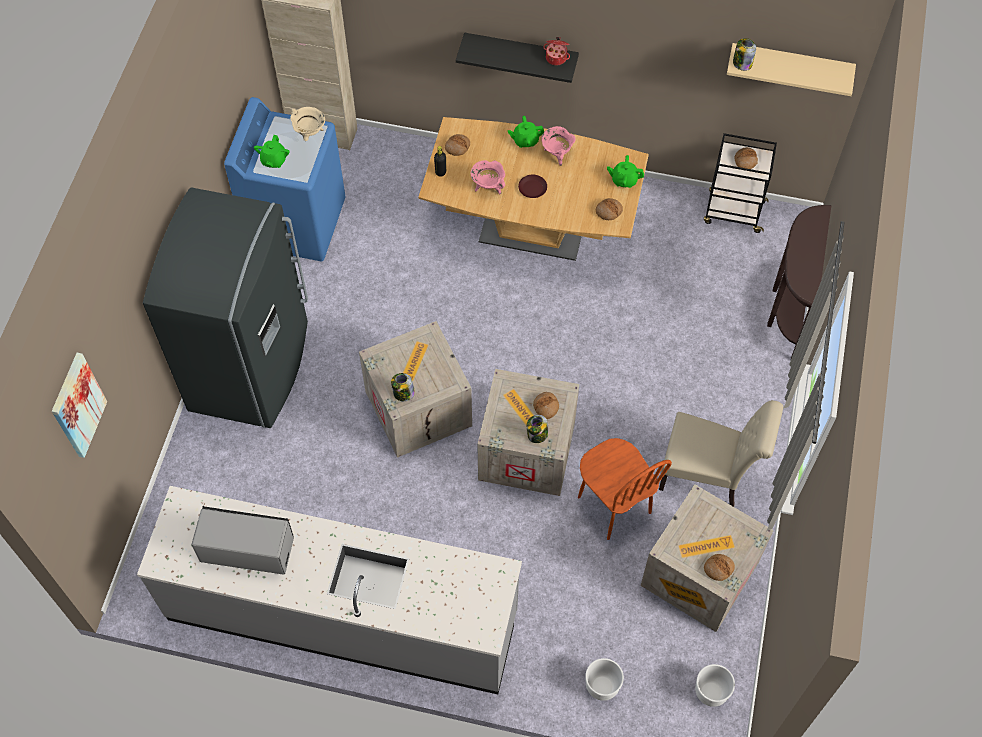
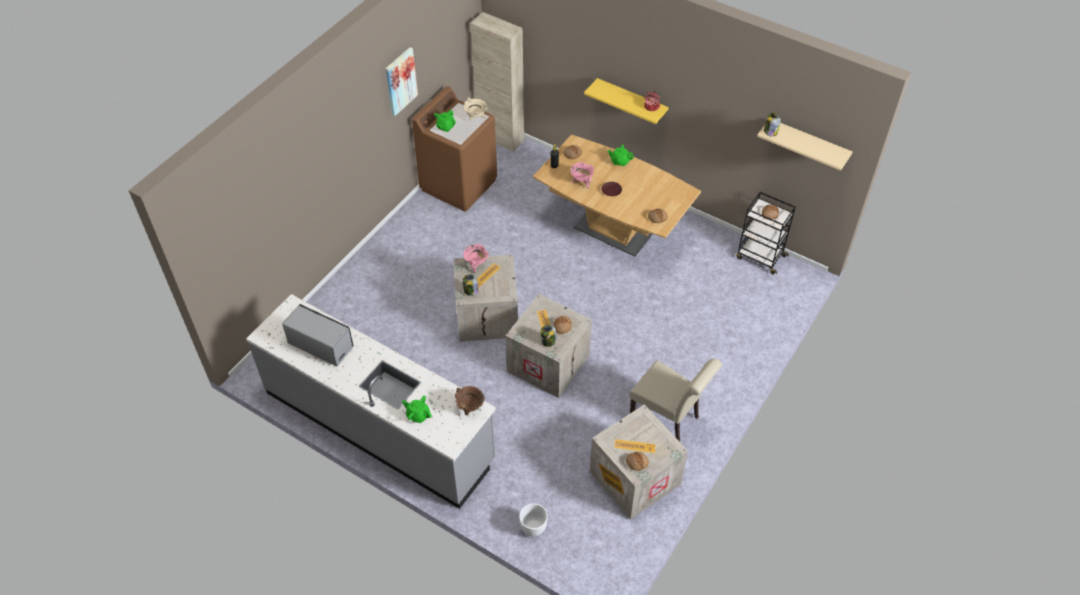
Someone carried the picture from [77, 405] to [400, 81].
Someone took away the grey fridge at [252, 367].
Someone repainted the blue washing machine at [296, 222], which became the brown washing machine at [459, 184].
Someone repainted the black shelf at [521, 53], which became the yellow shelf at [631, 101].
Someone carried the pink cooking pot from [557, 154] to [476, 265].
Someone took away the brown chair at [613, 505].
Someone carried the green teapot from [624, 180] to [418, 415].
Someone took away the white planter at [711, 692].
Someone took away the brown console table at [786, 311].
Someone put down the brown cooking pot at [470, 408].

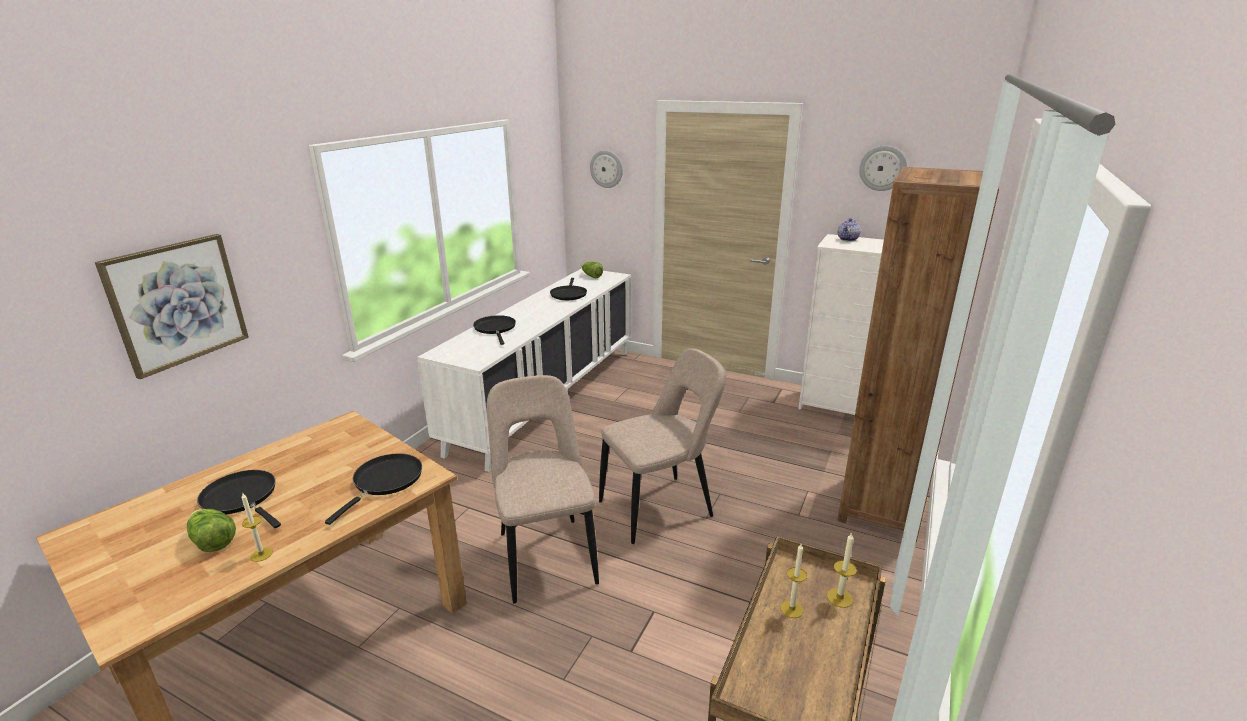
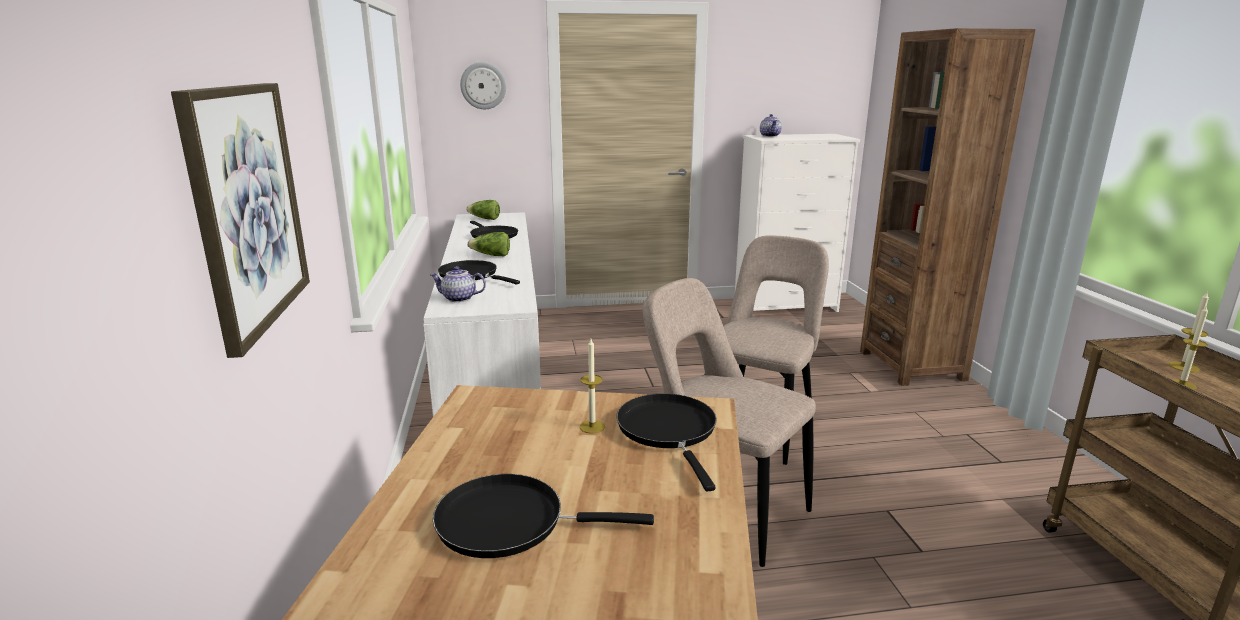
Someone carried the lettuce from [212, 541] to [491, 255].
Someone carried the candle from [261, 554] to [592, 426].
Someone took away the wall clock at [882, 168].
Someone put down the teapot at [458, 299].

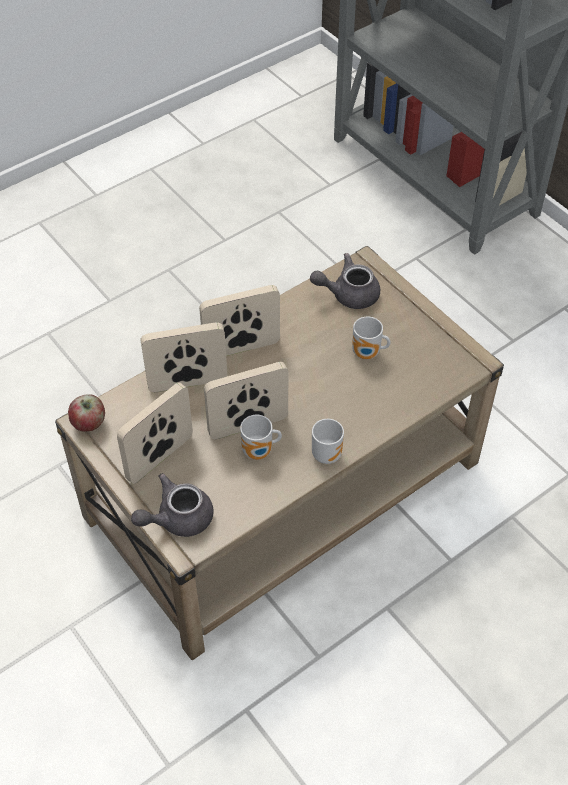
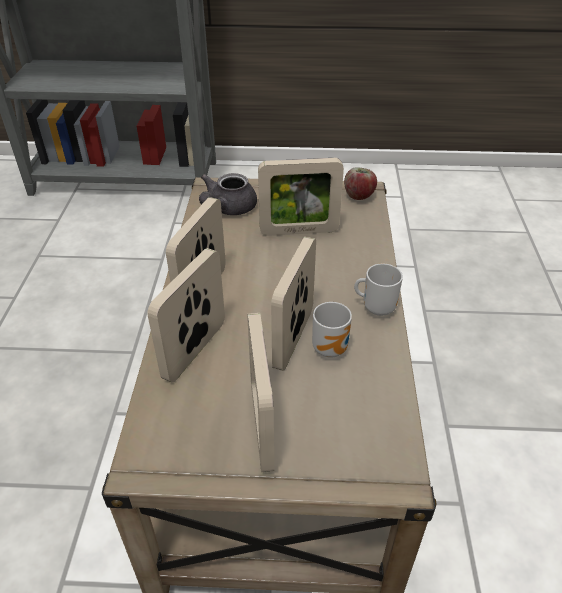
Someone carried the apple from [89, 423] to [359, 196].
Someone took away the grey teapot at [177, 518].
Someone swapped the mug at [367, 354] for the picture frame at [299, 231].

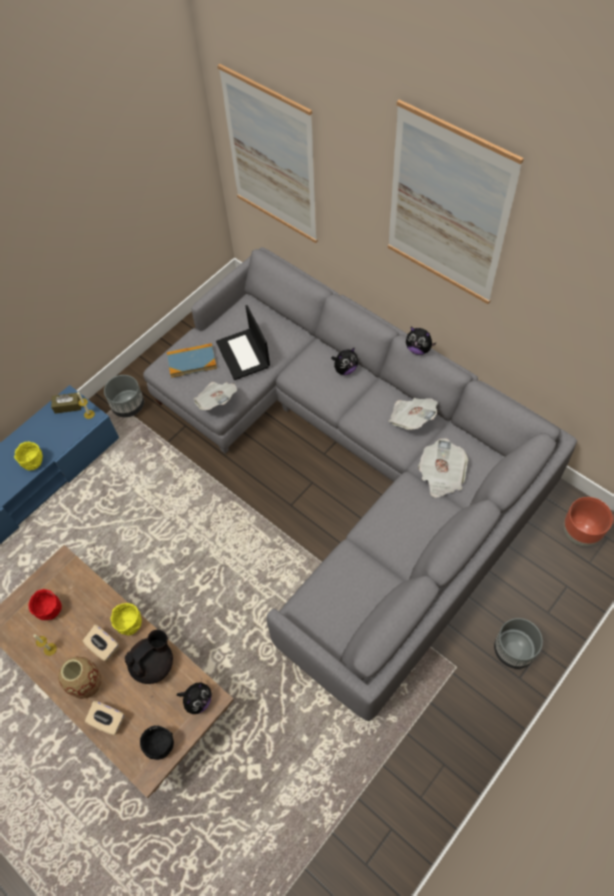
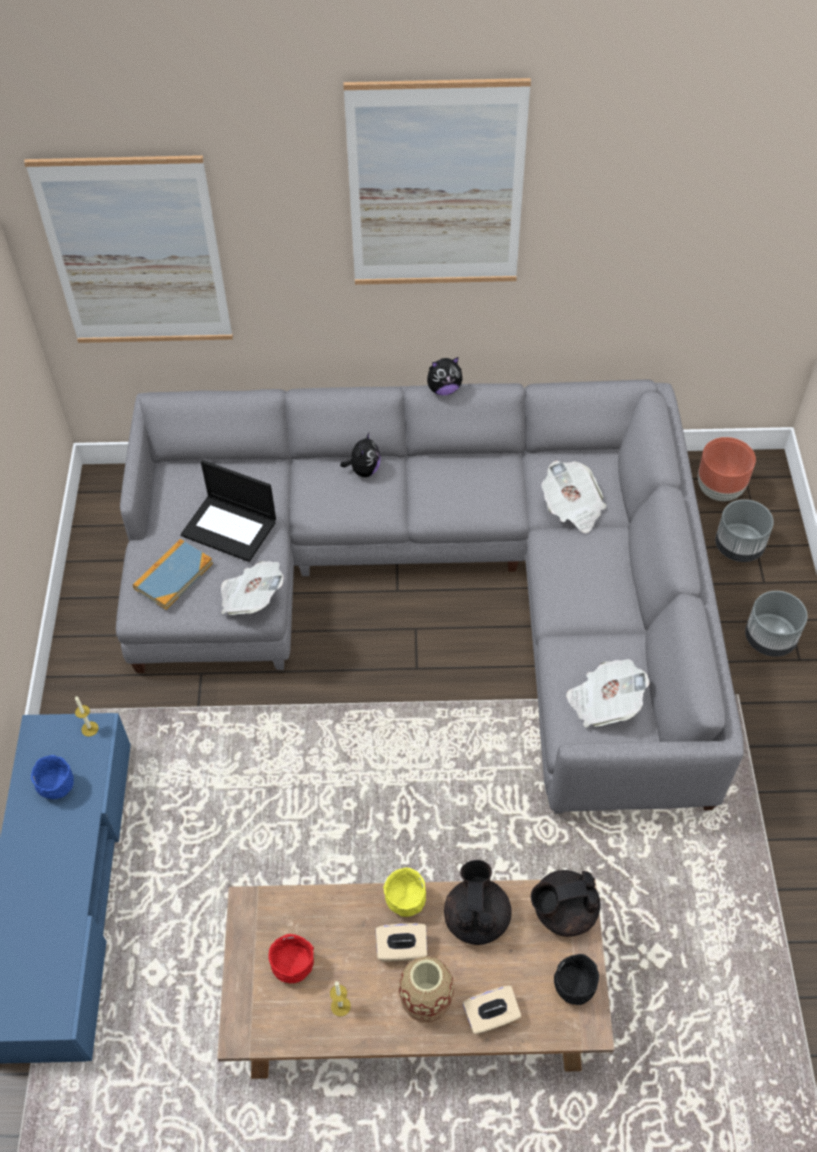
Someone took away the yellow bowl at [34, 462].
Someone took away the brown tissue box at [68, 406].
Someone carried the grey planter from [128, 406] to [738, 547].
Someone swapped the plush toy at [198, 700] for the black teapot at [563, 911].
Someone carried the newspaper from [411, 418] to [604, 703].
Someone put down the blue bowl at [57, 789].

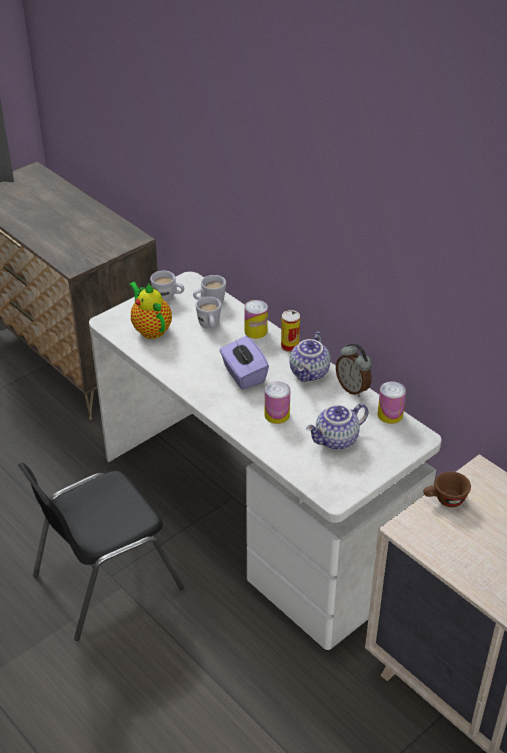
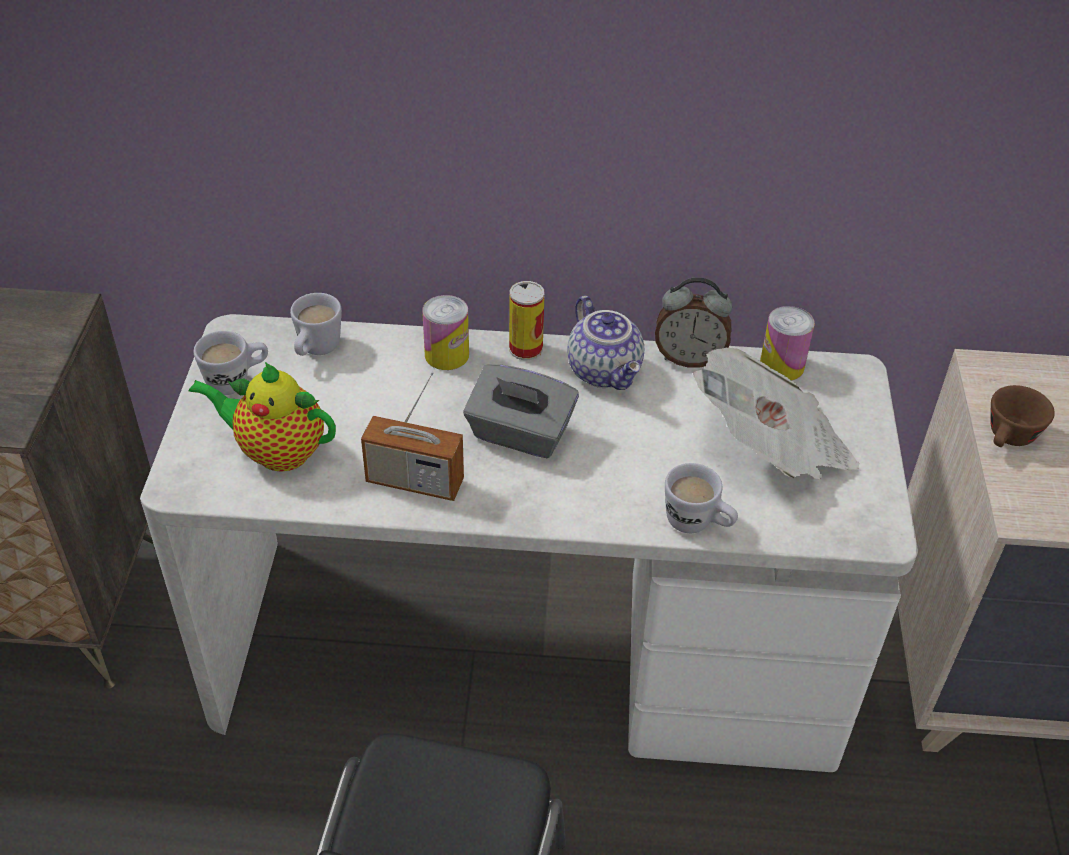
Someone carried the white mug from [210, 326] to [697, 524].
Someone repainted the purple tissue box at [243, 375], which became the grey tissue box at [520, 434].
Someone took away the can at [277, 415].
Someone swapped the teapot at [336, 440] for the newspaper at [771, 448].
Someone put down the radio at [415, 481].

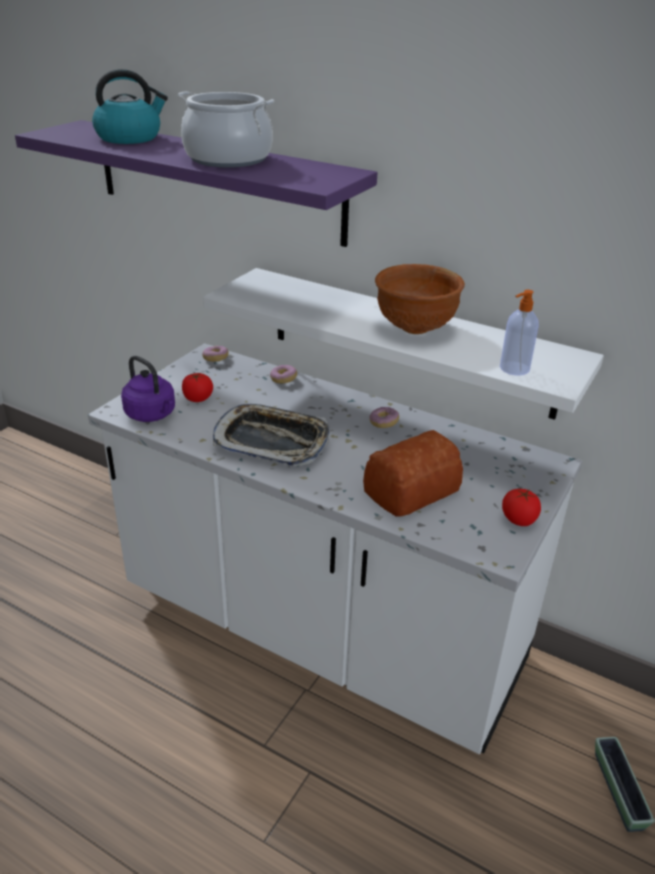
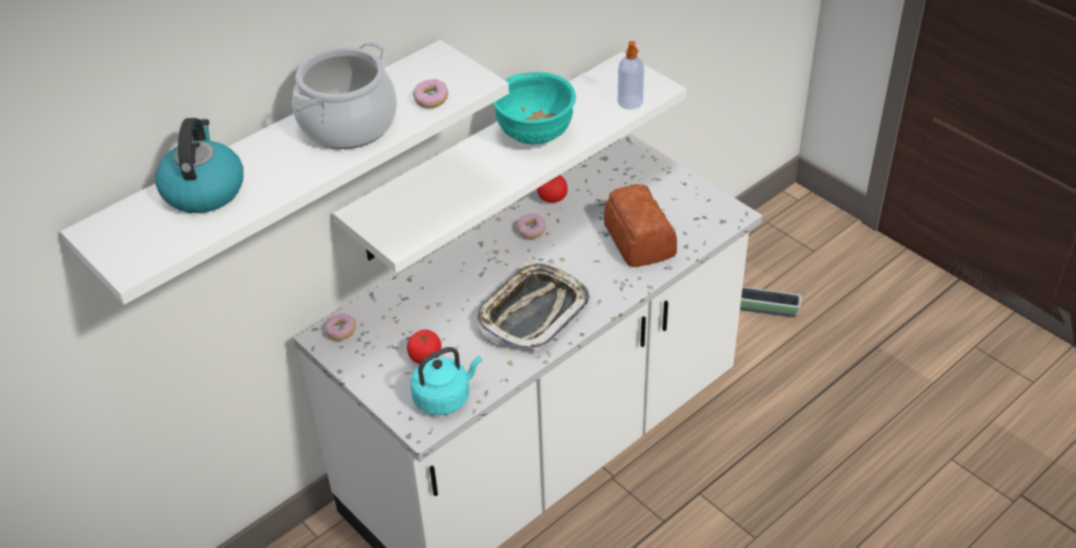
Someone repainted the purple shelf at [217, 181], which became the white shelf at [273, 163].
Someone repainted the purple kettle at [152, 415], which became the turquoise kettle at [445, 397].
Someone carried the donut from [283, 379] to [431, 100].
Someone repainted the brown bowl at [414, 328], which became the turquoise bowl at [534, 136].
Someone carried the tomato from [518, 519] to [552, 198].

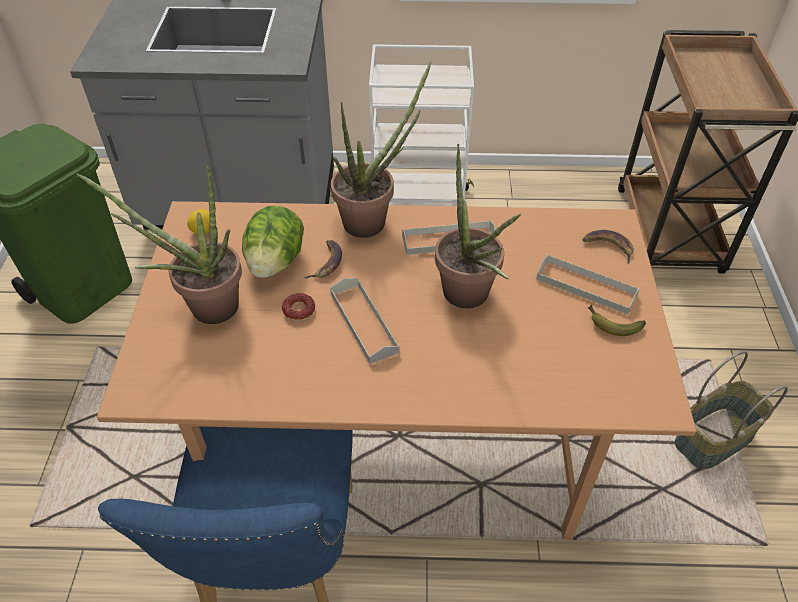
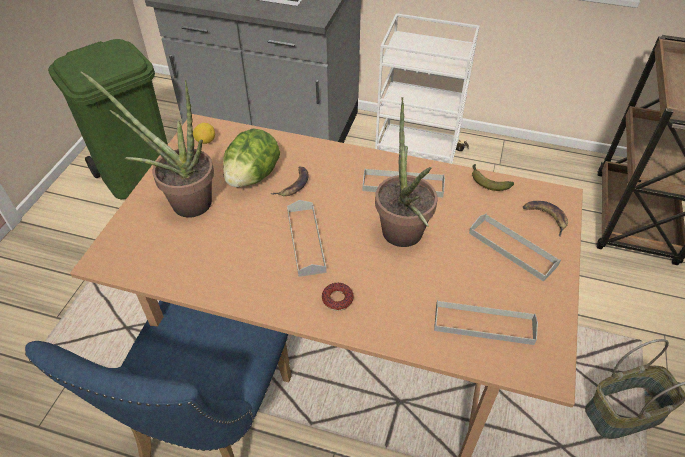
Someone carried the donut from [299, 310] to [337, 299].
Someone took away the potted plant at [373, 220].
Someone carried the banana from [611, 325] to [487, 181].
Someone put down the grey tray at [483, 324].

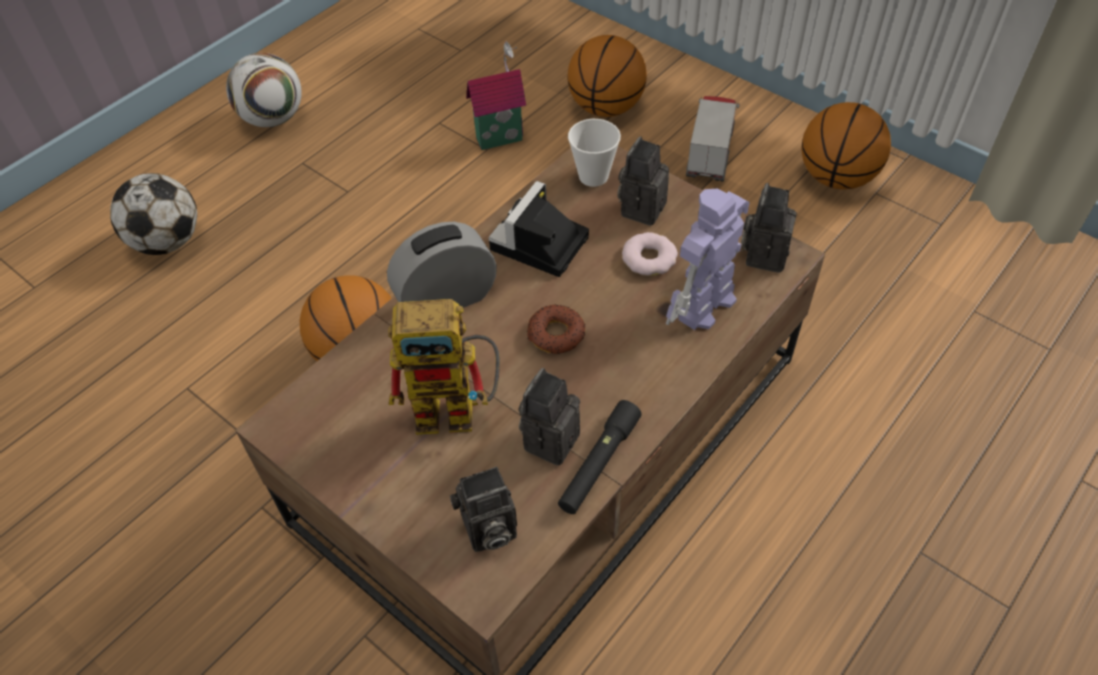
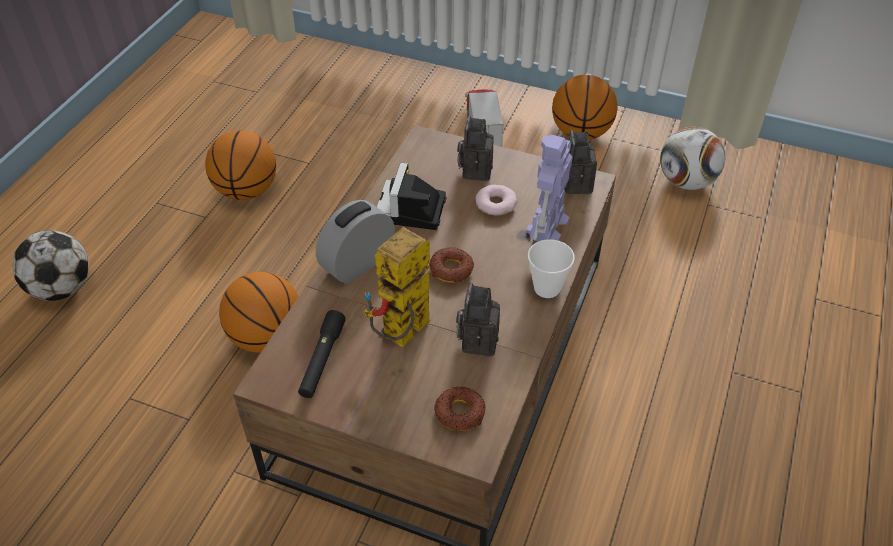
Someone carried the football from [273, 119] to [686, 182].
Someone rotated the toy robot at [458, 409] by 150 degrees clockwise.
Someone swapped the photo camera at [487, 531] for the donut at [460, 412].
Someone took away the toy house at [499, 137].
Someone carried the black flashlight from [598, 463] to [322, 360].
Someone carried the basketball from [605, 108] to [246, 191].
Someone carried the cup from [593, 176] to [547, 288].

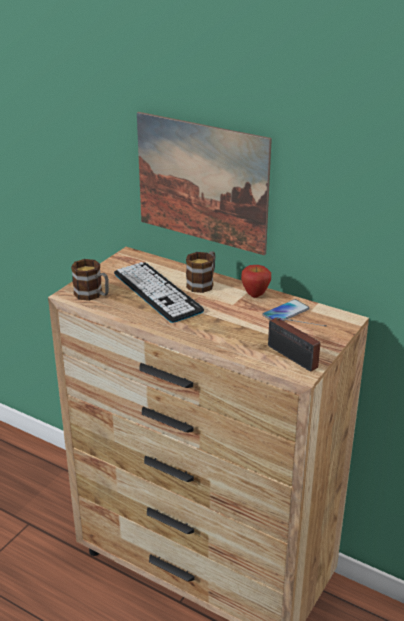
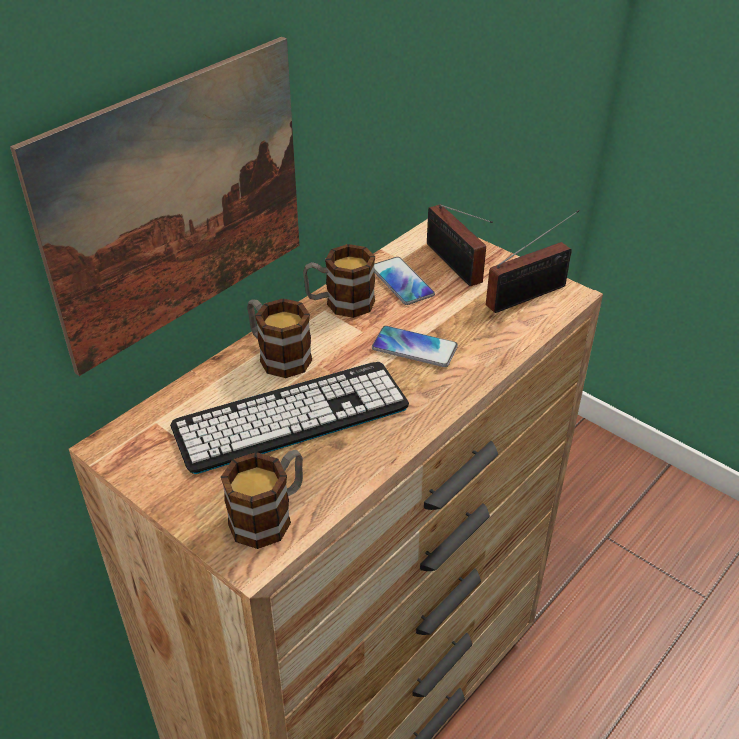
Someone swapped the apple at [255, 295] for the mug at [340, 303].
Someone put down the phone at [414, 348].
Someone put down the radio at [455, 266].

